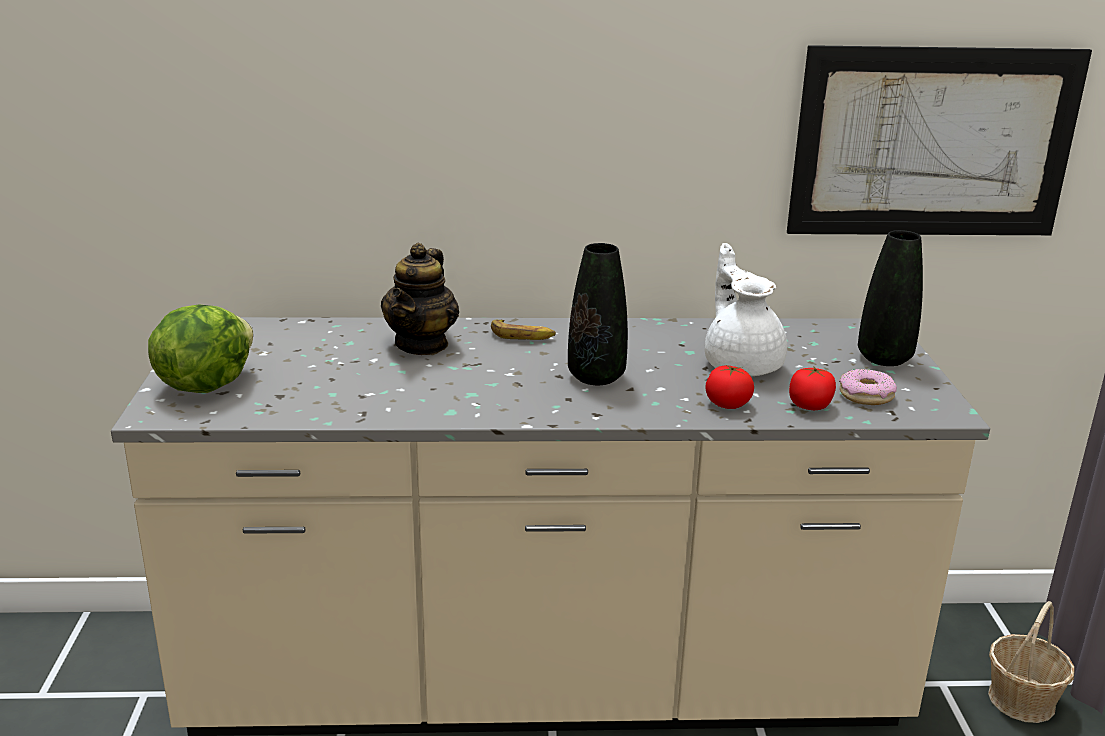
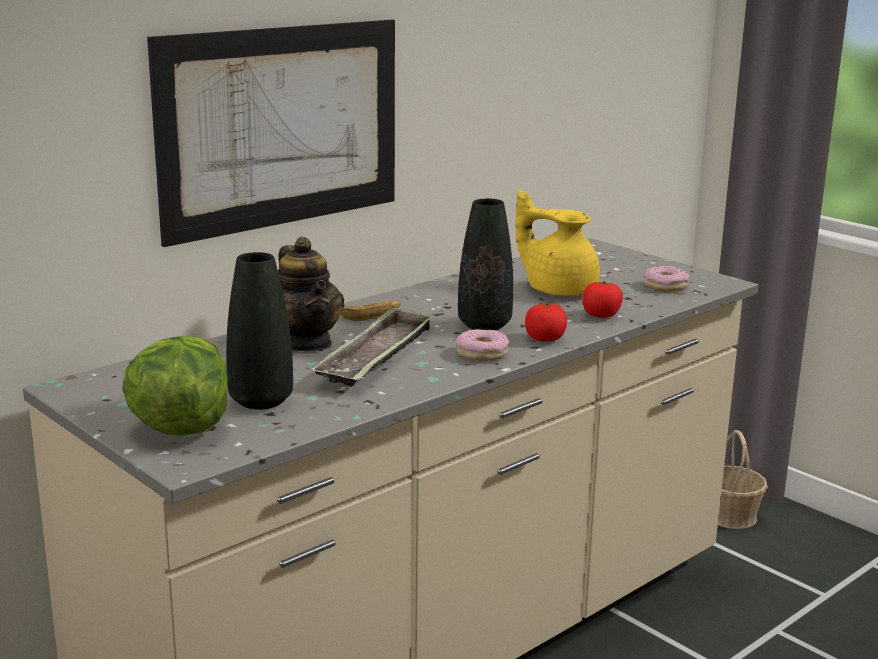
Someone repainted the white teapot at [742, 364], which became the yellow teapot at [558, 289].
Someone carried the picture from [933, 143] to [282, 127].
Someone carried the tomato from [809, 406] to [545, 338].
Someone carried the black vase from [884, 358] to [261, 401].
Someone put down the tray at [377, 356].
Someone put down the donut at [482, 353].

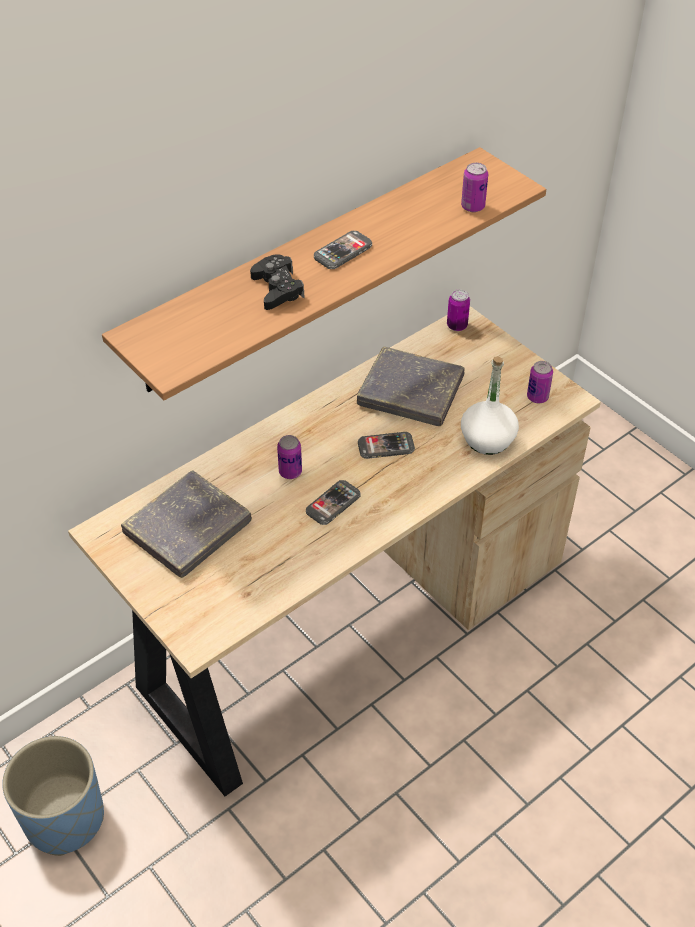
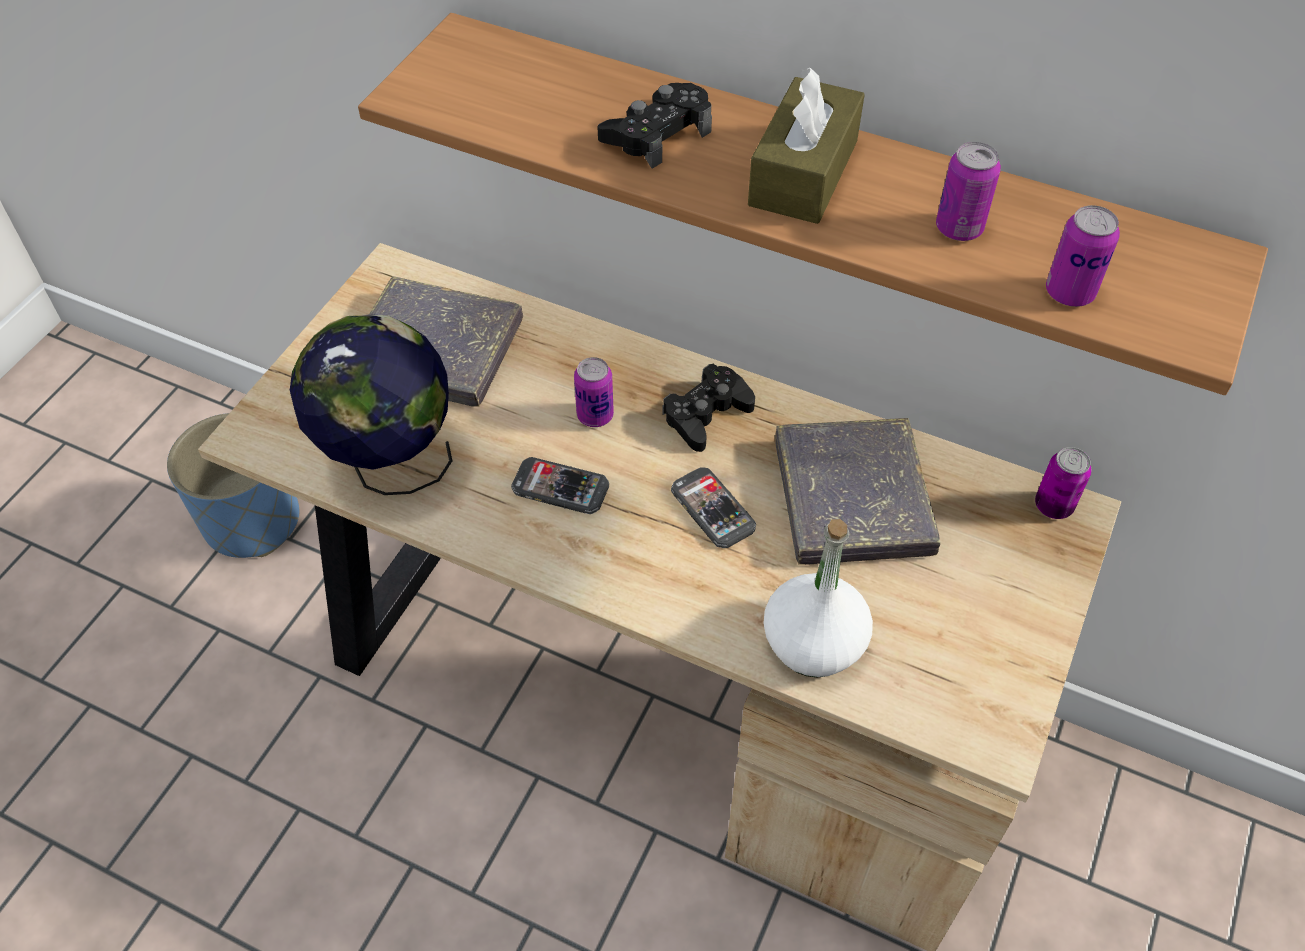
Someone swapped the phone at [343, 252] for the brown tissue box at [803, 173].
Someone carried the can from [537, 397] to [959, 228].
Someone put down the globe at [390, 465].
Someone put down the black game controller at [706, 414].

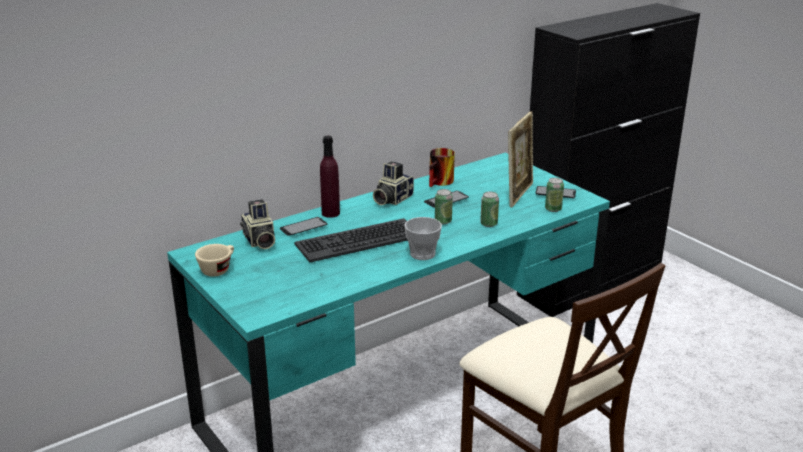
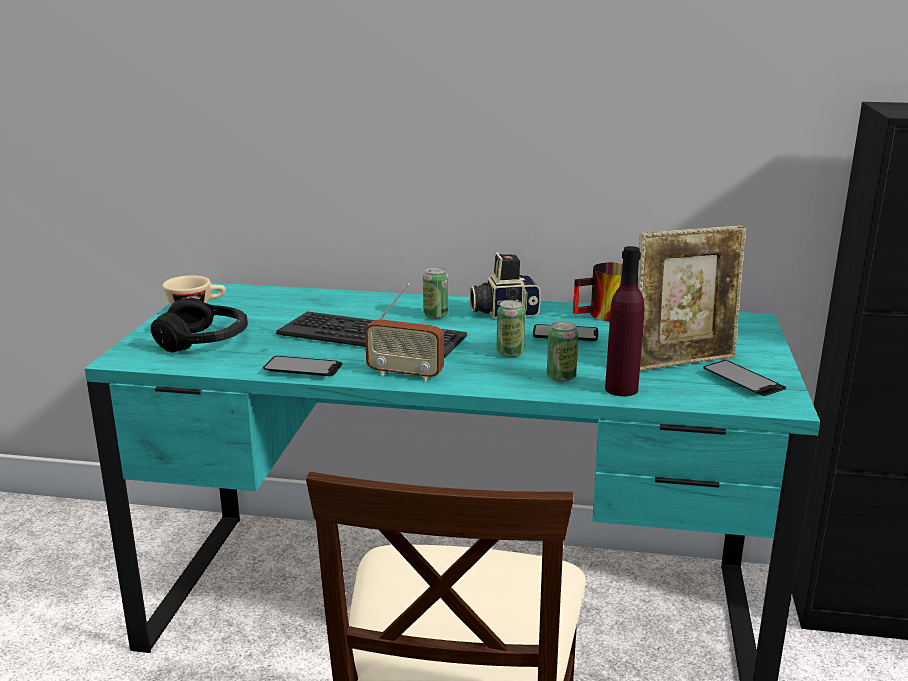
Someone took away the photo camera at [259, 241].
Someone carried the phone from [303, 228] to [303, 369].
Someone carried the purple bottle from [330, 213] to [621, 389].
Someone swapped the cup at [422, 254] for the radio at [405, 375].
Someone carried the can from [553, 209] to [435, 315].
Someone put down the black headphones at [204, 341].

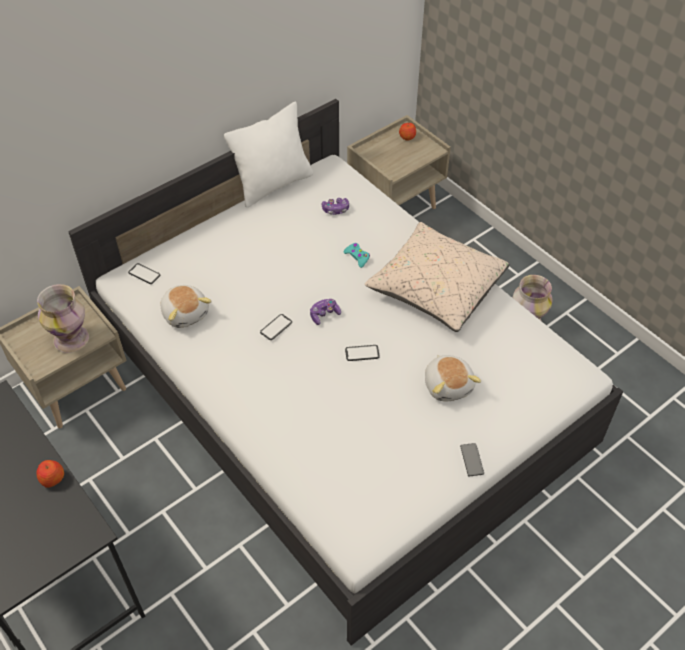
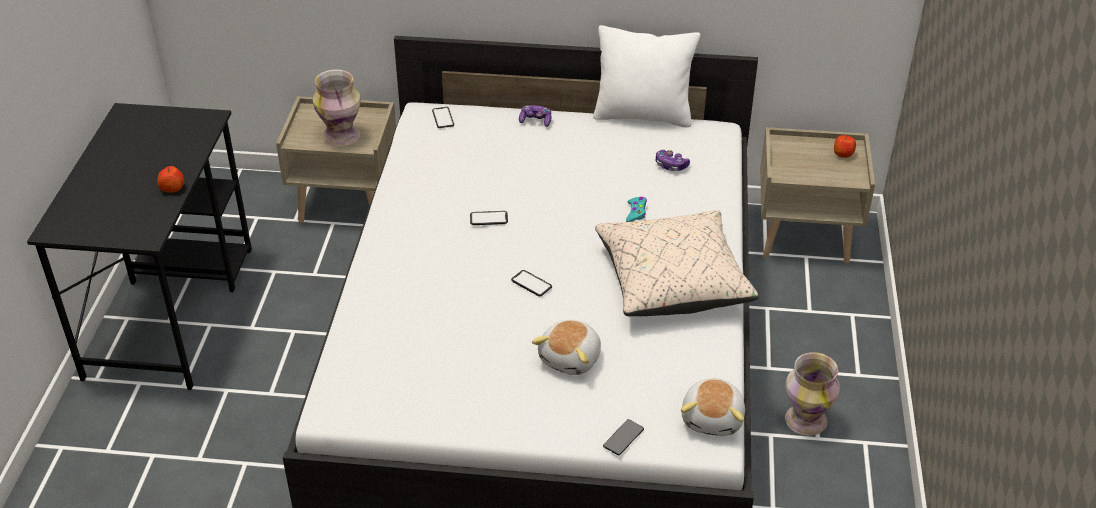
Someone carried the plush toy from [185, 313] to [713, 418].
Someone carried the game controller from [324, 314] to [535, 121].
Someone carried the phone from [472, 460] to [623, 438].

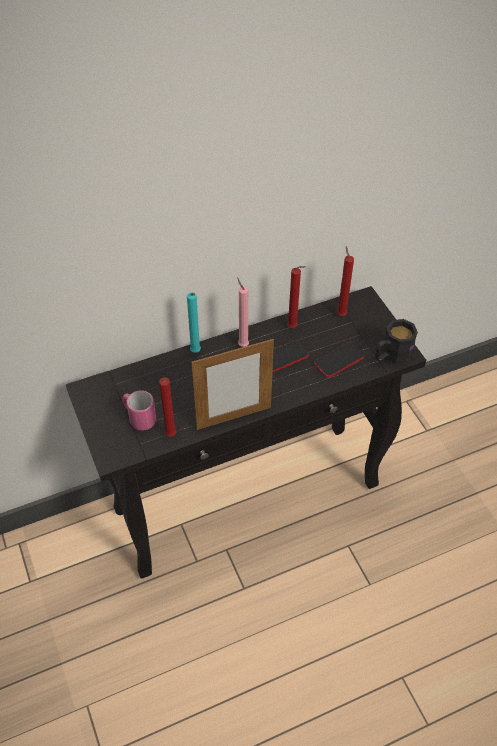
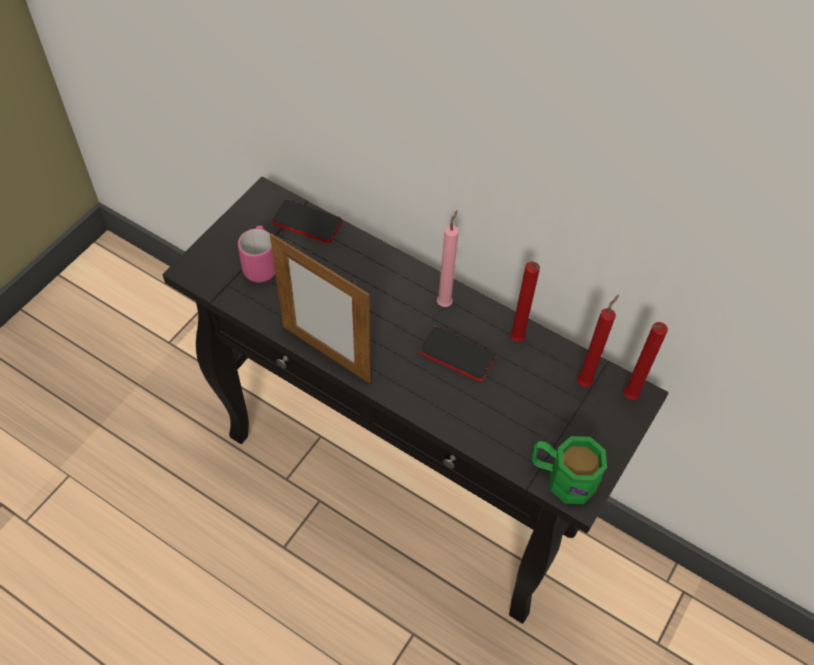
Someone carried the red candle from [170, 436] to [627, 397].
Someone took away the turquoise candle at [196, 352].
Someone carried the phone from [339, 360] to [307, 222].
Someone repainted the black mug at [391, 355], which became the green mug at [562, 478].

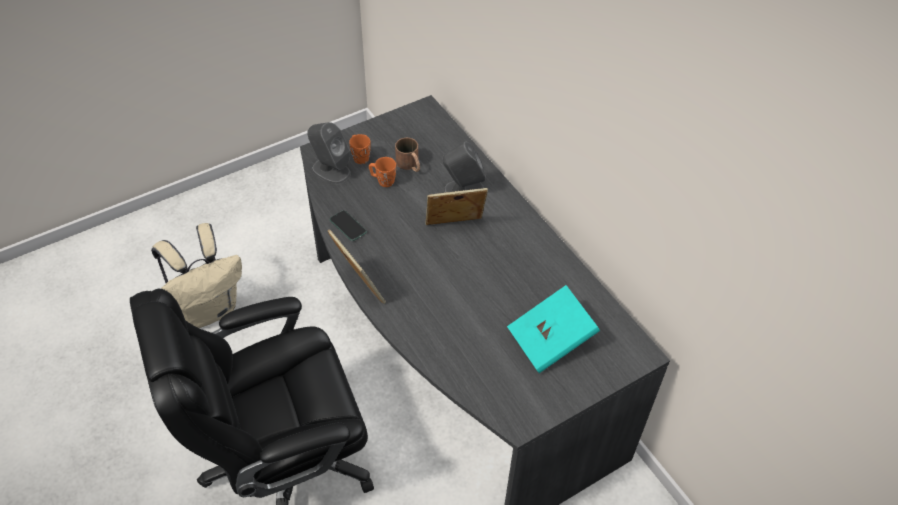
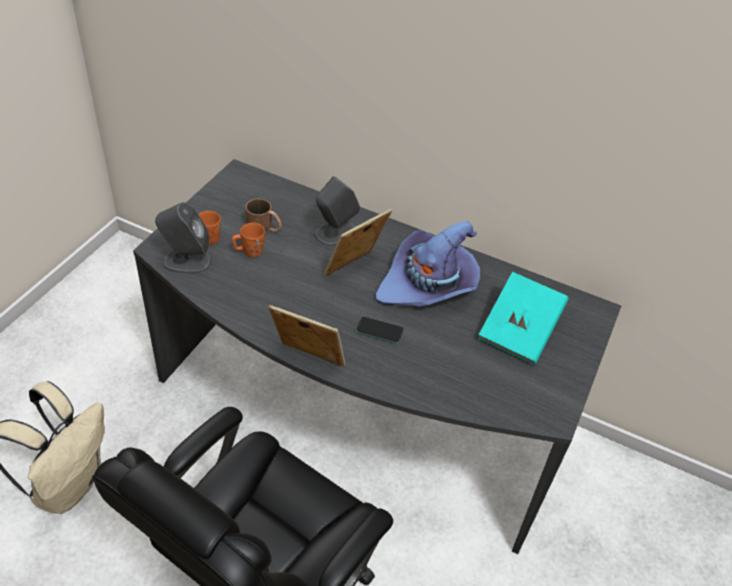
Someone carried the phone from [348, 226] to [379, 331].
Someone put down the purple hat at [429, 284].

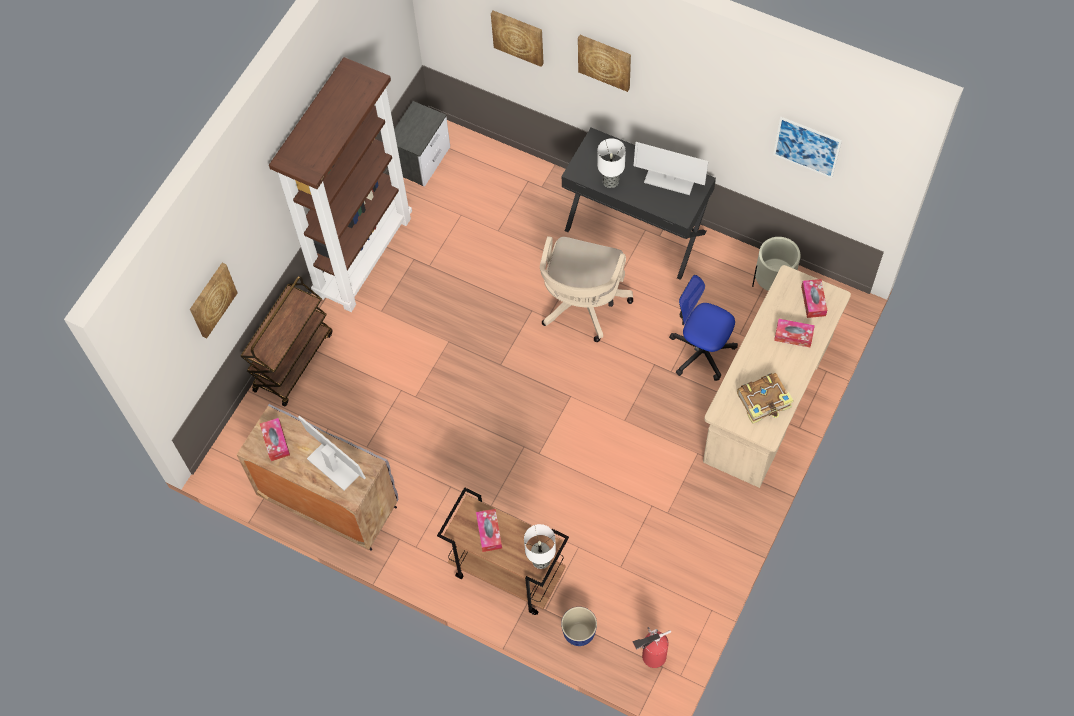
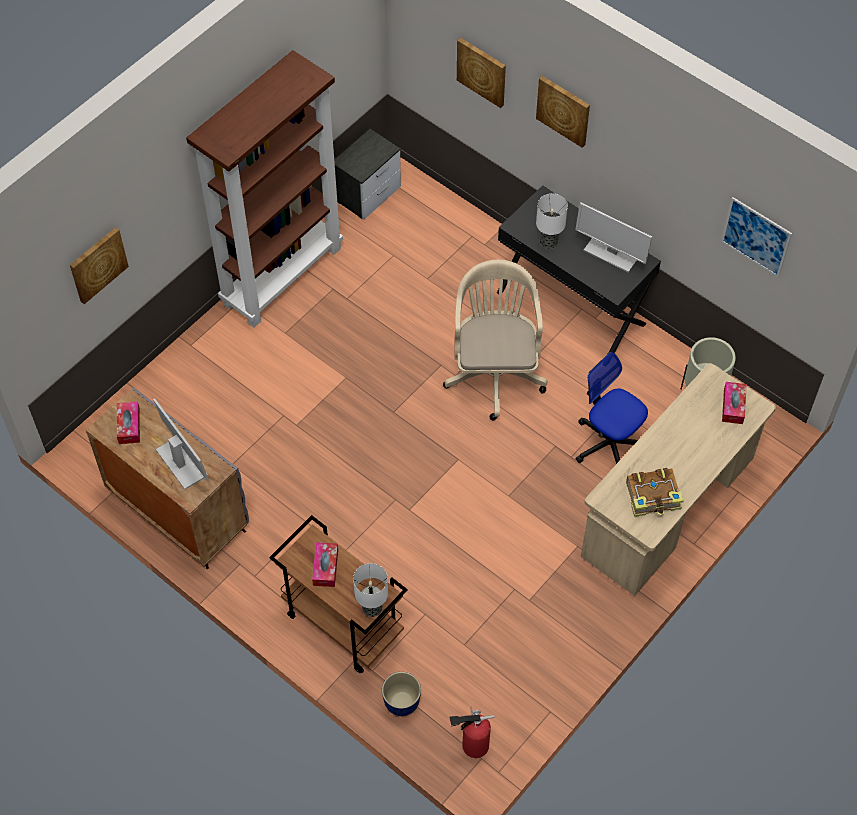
Someone took away the brown cart at [293, 361].
Someone rotated the beige office chair at [582, 305] by 150 degrees clockwise.
Someone took away the tissue box at [793, 335].

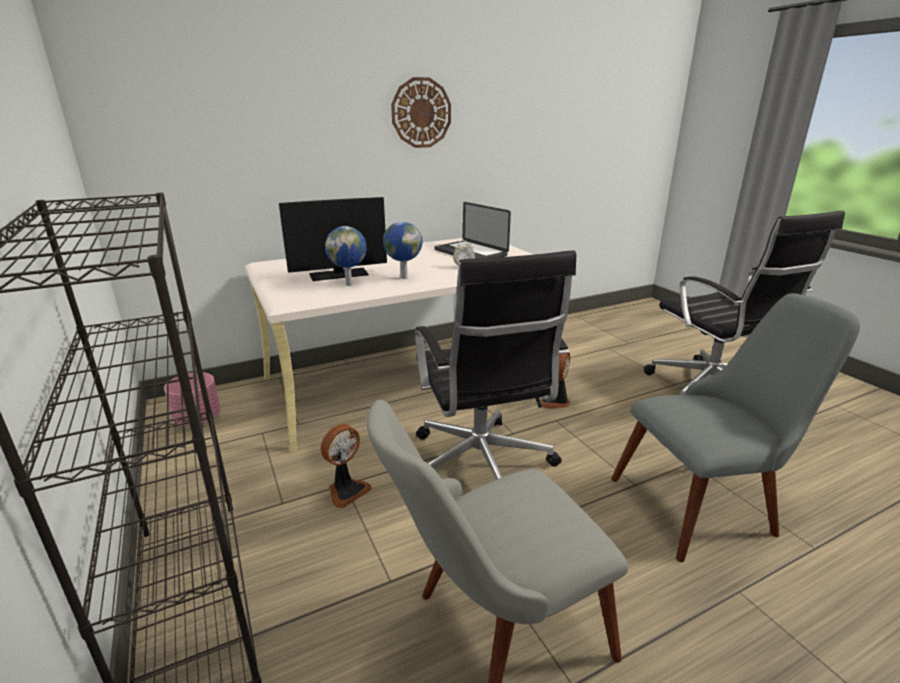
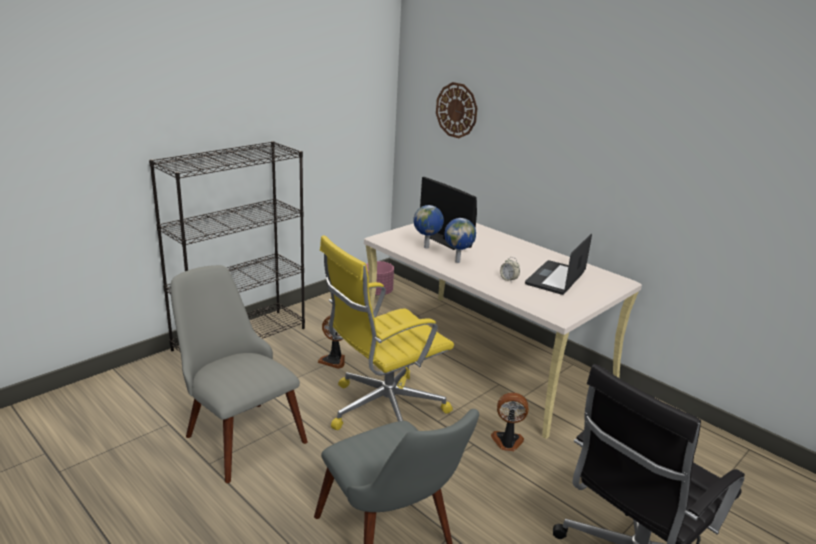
Someone carried the wall clock from [421, 113] to [456, 110].
Someone repainted the black office chair at [481, 467], which became the yellow office chair at [383, 410].

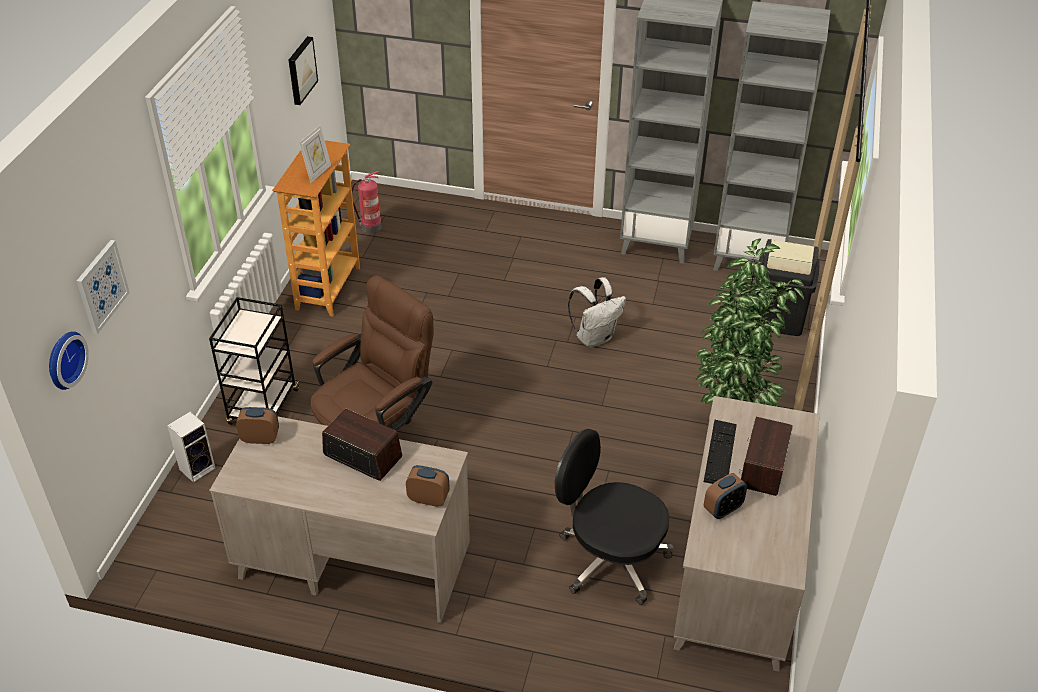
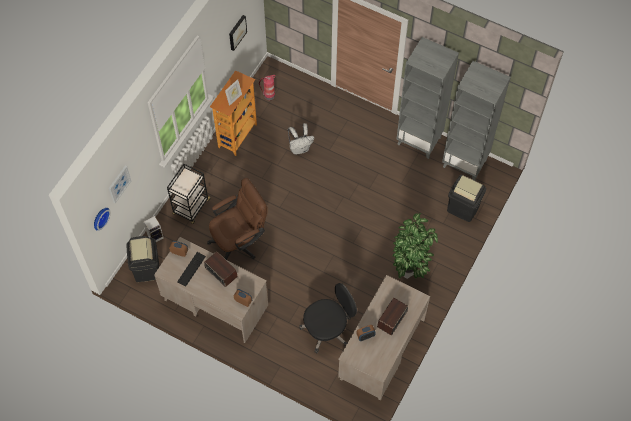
Someone rotated the black office chair at [610, 559] by 105 degrees clockwise.
Someone carried the white backpack from [595, 337] to [300, 148].
Someone carried the keyboard from [720, 452] to [191, 269].
Someone put down the black trash can at [146, 268].

